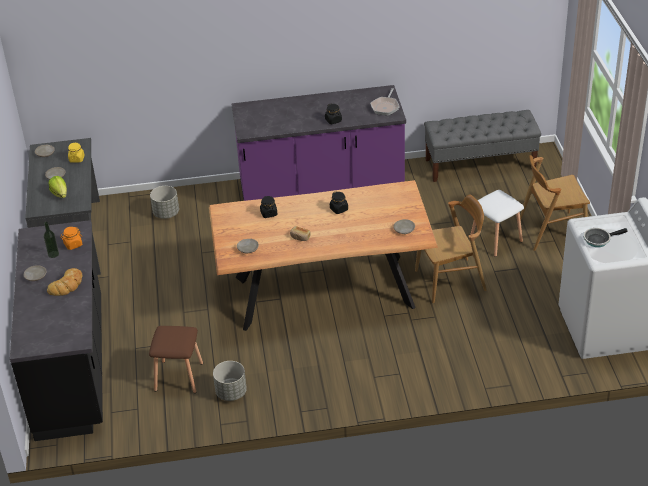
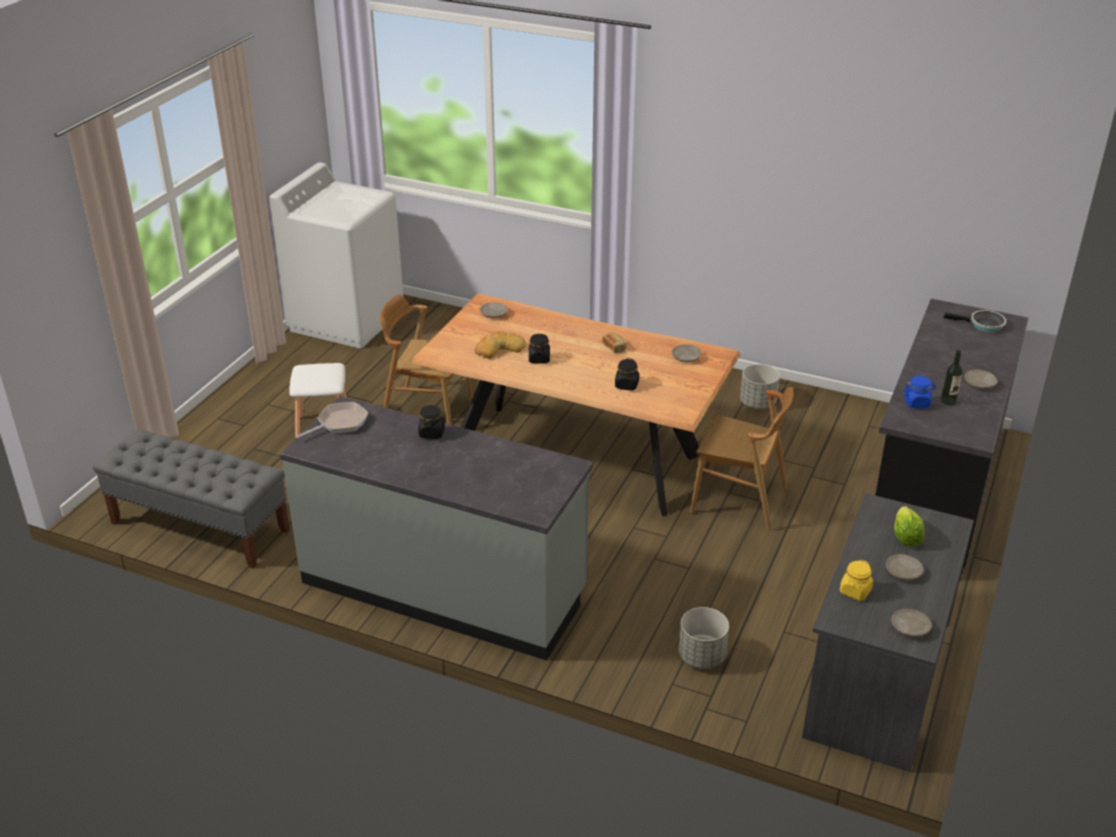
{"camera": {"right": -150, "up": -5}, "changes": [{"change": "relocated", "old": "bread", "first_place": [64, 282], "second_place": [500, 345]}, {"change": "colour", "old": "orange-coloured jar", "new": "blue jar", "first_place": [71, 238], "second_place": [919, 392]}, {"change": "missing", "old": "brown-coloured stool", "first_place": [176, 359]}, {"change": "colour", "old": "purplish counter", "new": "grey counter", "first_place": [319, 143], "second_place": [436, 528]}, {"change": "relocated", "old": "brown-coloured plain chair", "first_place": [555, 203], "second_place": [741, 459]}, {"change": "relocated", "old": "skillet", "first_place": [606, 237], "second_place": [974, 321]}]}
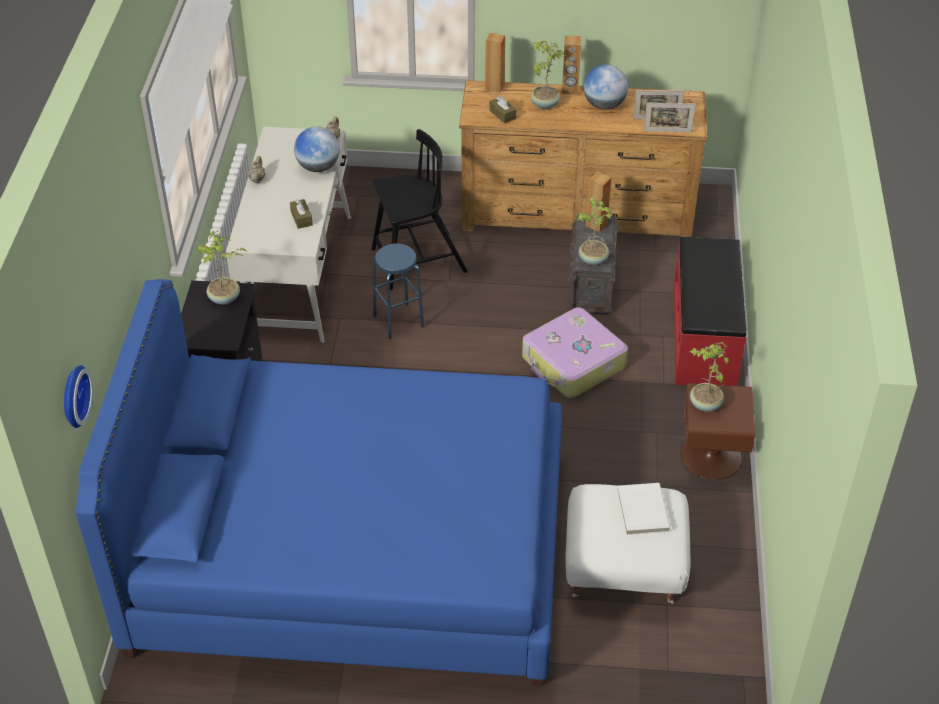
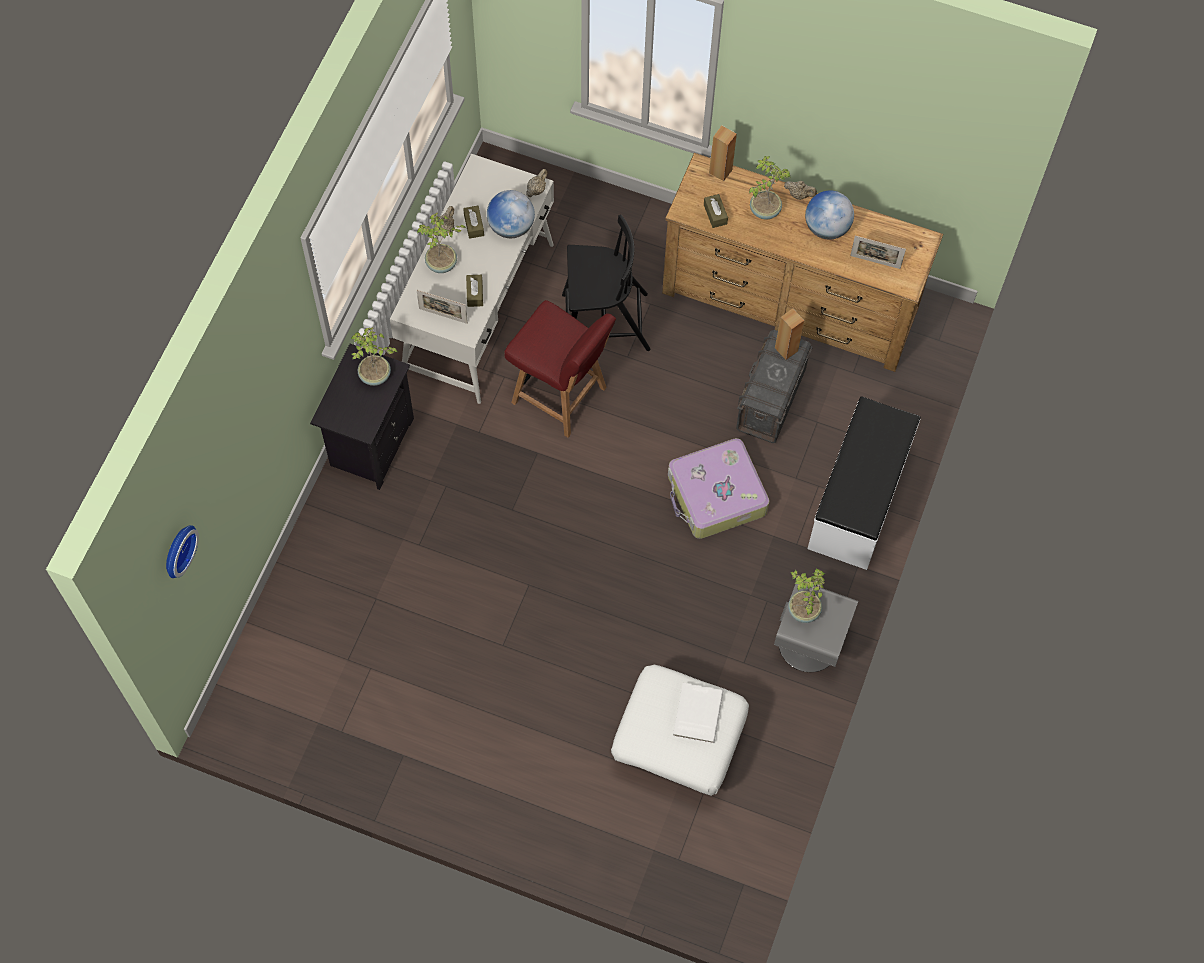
{"camera": {"right": 15, "up": 20}, "changes": [{"change": "missing", "old": "blue bed", "first_place": [318, 482]}, {"change": "exchanged", "old": "blue stool", "new": "red plain chair", "first_place": [398, 291], "second_place": [560, 368]}, {"change": "exchanged", "old": "brown-coloured audio speaker", "new": "beige-coloured teapot", "first_place": [571, 65], "second_place": [800, 190]}, {"change": "relocated", "old": "houseplant", "first_place": [597, 230], "second_place": [441, 243]}, {"change": "relocated", "old": "photo frame", "first_place": [670, 117], "second_place": [442, 307]}, {"change": "colour", "old": "red long seat", "new": "white long seat", "first_place": [709, 311], "second_place": [863, 483]}, {"change": "colour", "old": "brown-coloured night table", "new": "grey night table", "first_place": [717, 431], "second_place": [816, 628]}, {"change": "appeared", "new": "brown-coloured box of tissues", "second_place": [473, 222]}]}
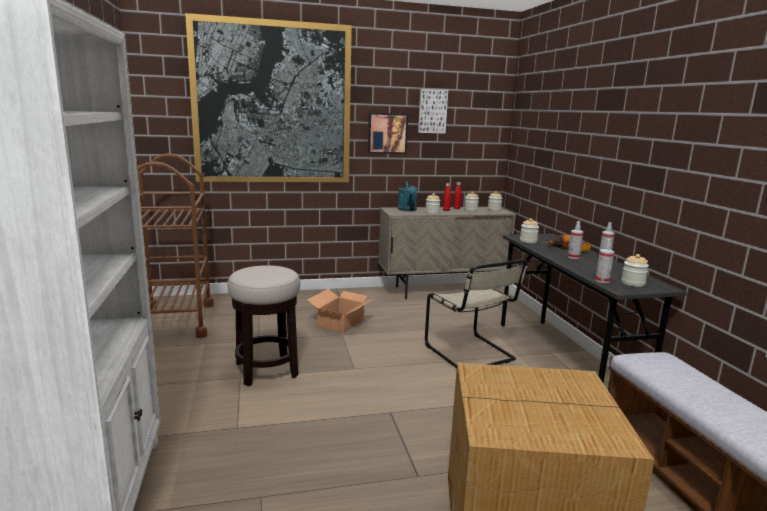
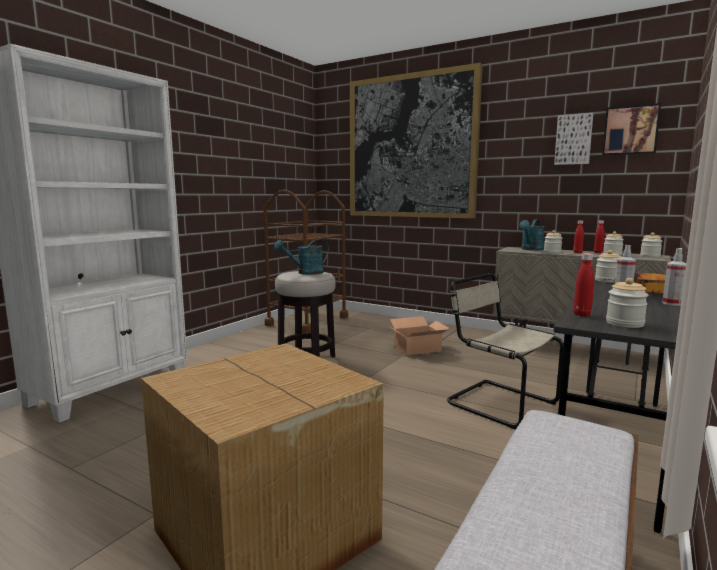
{"camera": {"right": 45, "up": -5}, "changes": [{"change": "relocated", "old": "picture", "first_place": [388, 133], "second_place": [631, 129]}, {"change": "spun", "old": "beige-coloured plain chair", "first_place": [476, 313], "second_place": [505, 351], "degrees": 120}, {"change": "exchanged", "old": "hand sprayer", "new": "red beverage bottle", "first_place": [604, 261], "second_place": [583, 285]}, {"change": "appeared", "new": "turquoise sprinkling can", "second_place": [301, 257]}]}
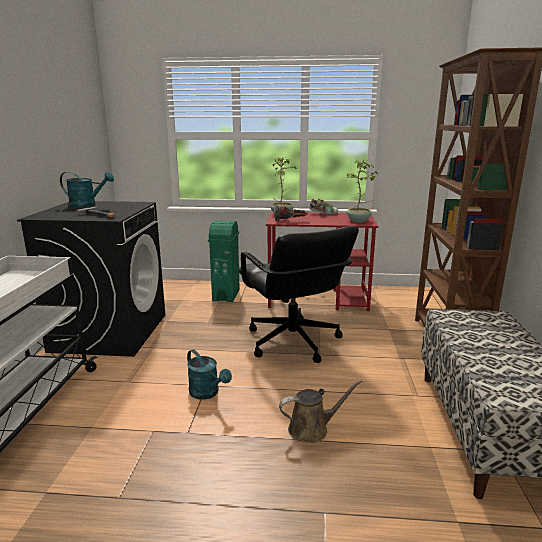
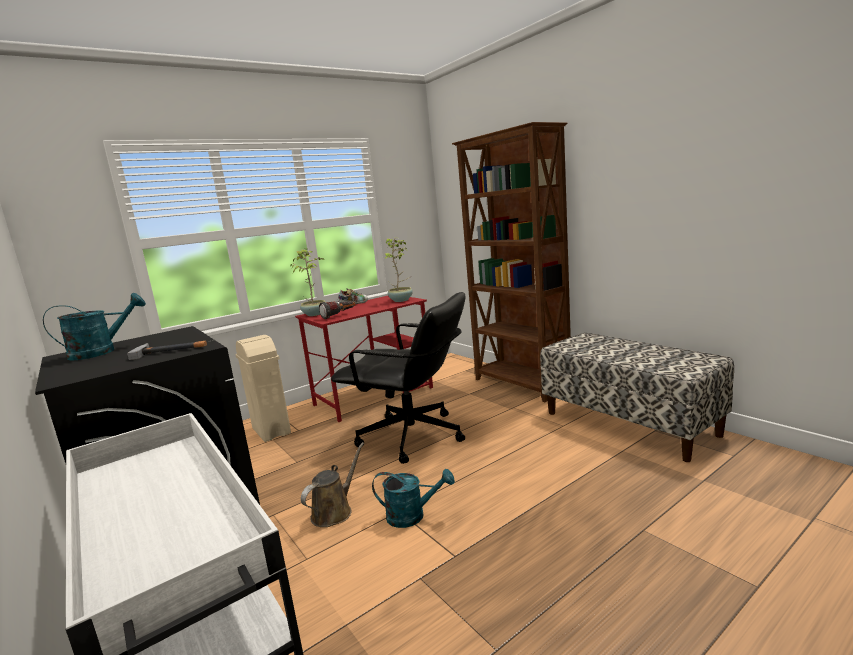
{"camera": {"right": -40, "up": -5}, "changes": [{"change": "colour", "old": "green waste bin", "new": "beige-coloured waste bin", "first_place": [224, 261], "second_place": [263, 388]}, {"change": "relocated", "old": "brown-coloured sprinkling can", "first_place": [321, 411], "second_place": [332, 484]}]}
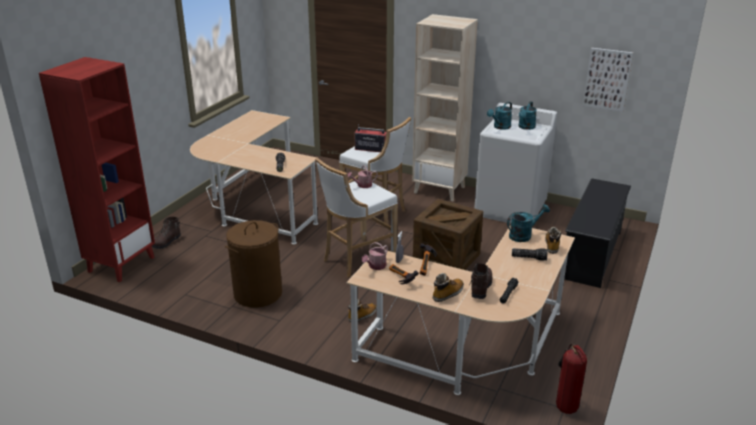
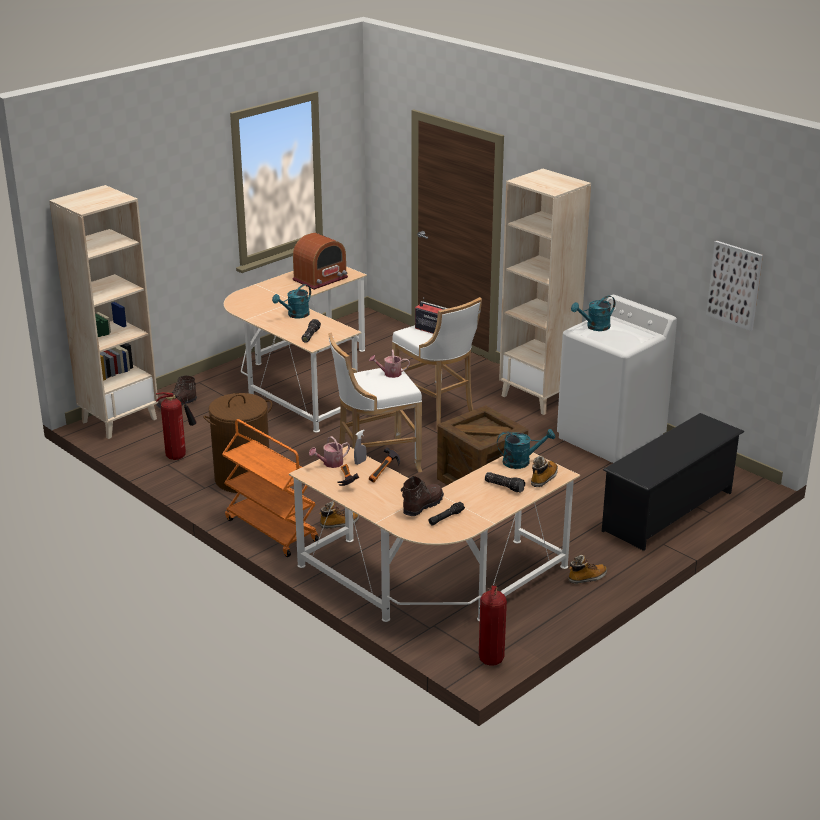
{"camera": {"right": 20, "up": 0}, "changes": [{"change": "colour", "old": "red shelving unit", "new": "beige-coloured shelving unit", "first_place": [97, 169], "second_place": [103, 312]}, {"change": "relocated", "old": "high-top boot", "first_place": [448, 287], "second_place": [587, 569]}, {"change": "relocated", "old": "turquoise sprinkling can", "first_place": [527, 115], "second_place": [291, 301]}, {"change": "appeared", "new": "fire-fighting cylinder", "second_place": [176, 426]}, {"change": "appeared", "new": "orange-coloured wheeled cart", "second_place": [270, 488]}, {"change": "appeared", "new": "radio set", "second_place": [320, 261]}]}
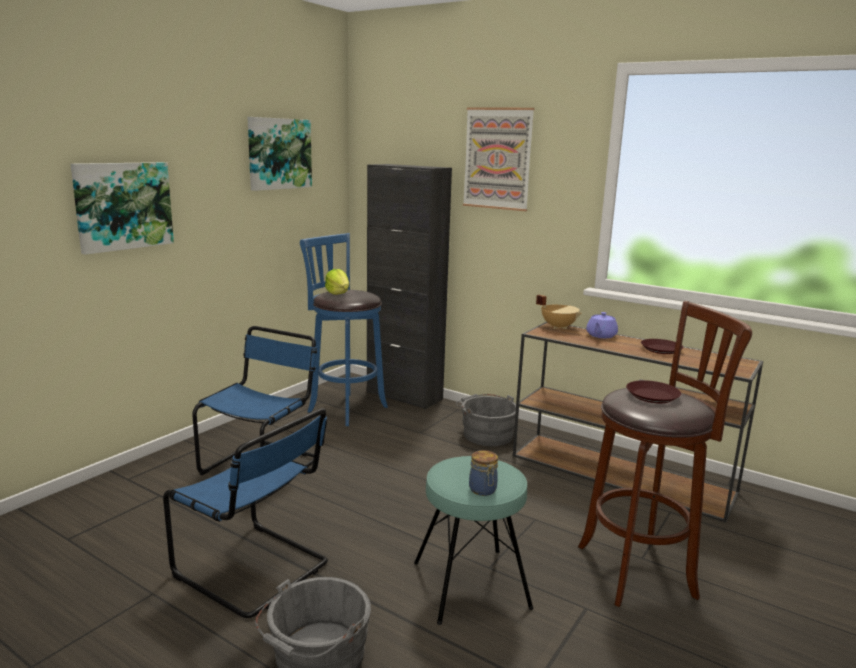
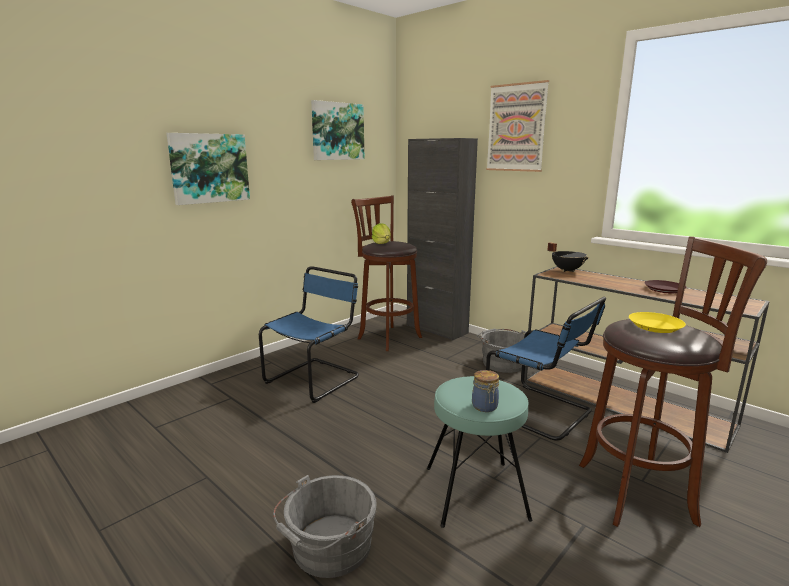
{"camera": {"right": 10, "up": 0}, "changes": [{"change": "relocated", "old": "blue plain chair", "first_place": [245, 513], "second_place": [546, 369]}, {"change": "colour", "old": "blue stool", "new": "brown-coloured stool", "first_place": [344, 329], "second_place": [386, 273]}, {"change": "colour", "old": "beige-coloured saucepot", "new": "black-coloured saucepot", "first_place": [559, 312], "second_place": [568, 257]}, {"change": "missing", "old": "purplish teapot", "first_place": [602, 325]}, {"change": "colour", "old": "brown-coloured plate", "new": "yellow plate", "first_place": [653, 391], "second_place": [657, 322]}]}
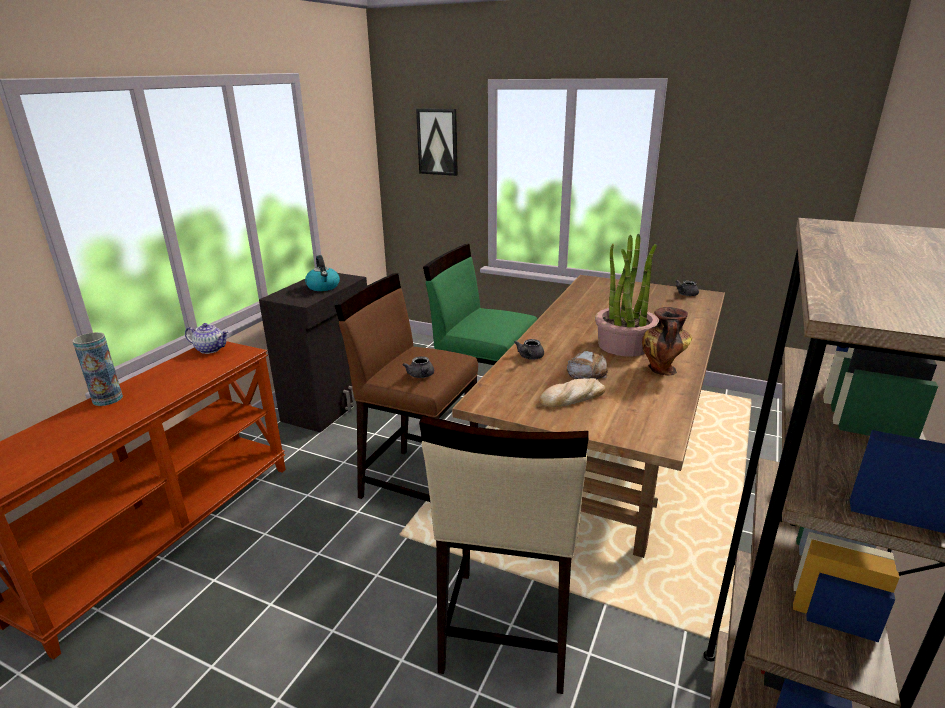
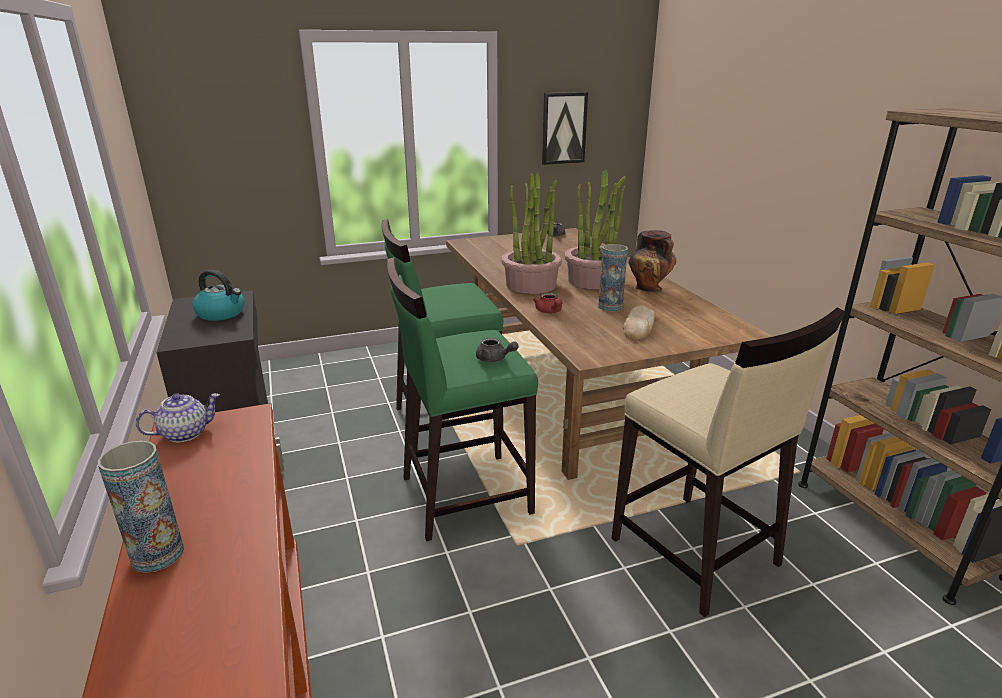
{"camera": {"right": -45, "up": 0}, "changes": [{"change": "colour", "old": "brown-coloured stool", "new": "green stool", "first_place": [406, 387], "second_place": [462, 399]}, {"change": "relocated", "old": "picture", "first_place": [437, 142], "second_place": [565, 128]}, {"change": "colour", "old": "grey teapot", "new": "red teapot", "first_place": [529, 349], "second_place": [547, 303]}, {"change": "exchanged", "old": "bread", "new": "vase", "first_place": [587, 365], "second_place": [613, 277]}, {"change": "appeared", "new": "houseplant", "second_place": [531, 233]}]}
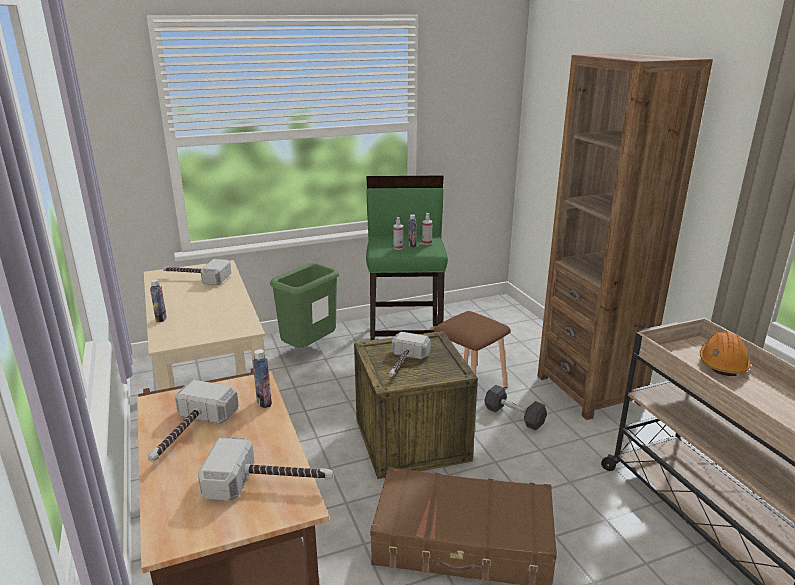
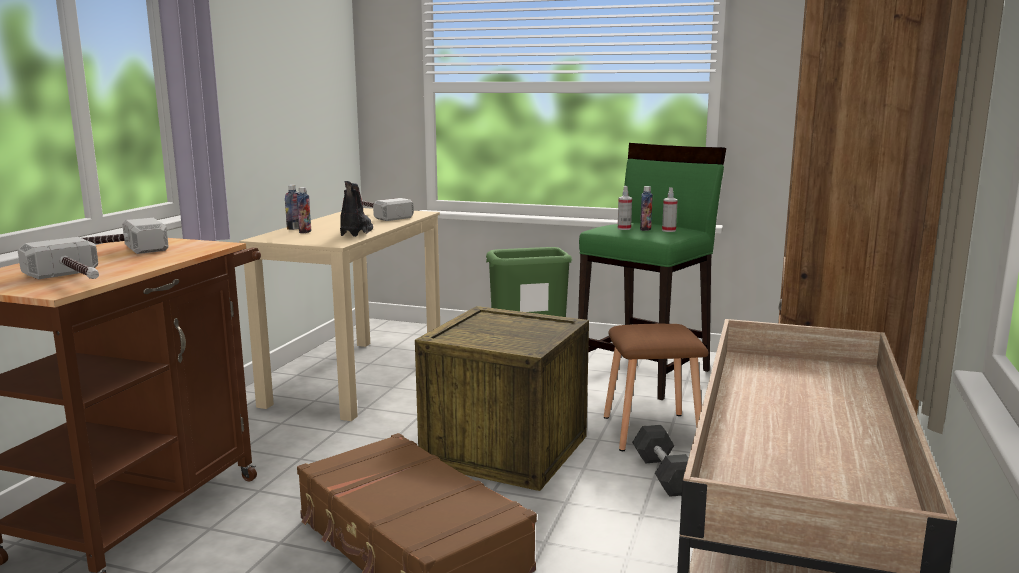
{"camera": {"right": 40, "up": -10}, "changes": [{"change": "relocated", "old": "beverage bottle", "first_place": [262, 378], "second_place": [304, 210]}, {"change": "missing", "old": "tool hammer", "first_place": [410, 354]}, {"change": "missing", "old": "orange-coloured hard hat", "first_place": [724, 353]}, {"change": "appeared", "new": "high-top boot", "second_place": [356, 209]}]}
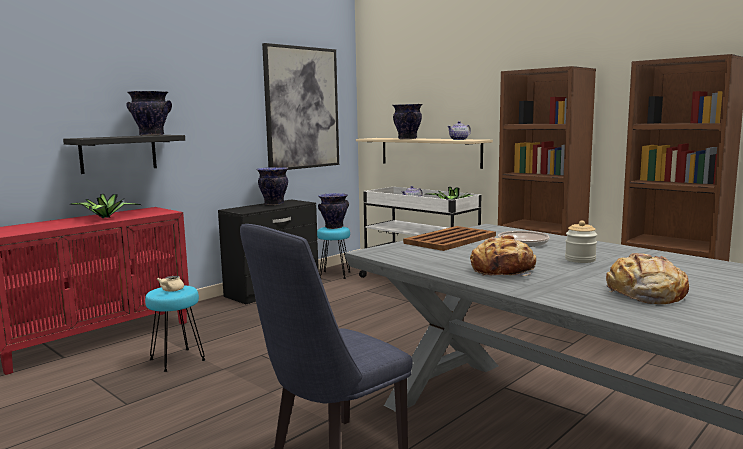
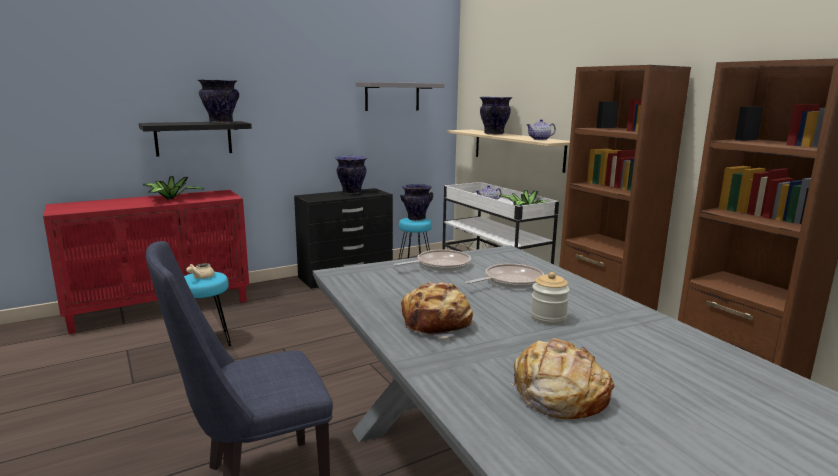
{"camera": {"right": 15, "up": 5}, "changes": [{"change": "exchanged", "old": "picture", "new": "grey bracket shelf", "first_place": [300, 106], "second_place": [400, 96]}, {"change": "exchanged", "old": "brown-coloured tray", "new": "skillet", "first_place": [449, 238], "second_place": [432, 260]}]}
